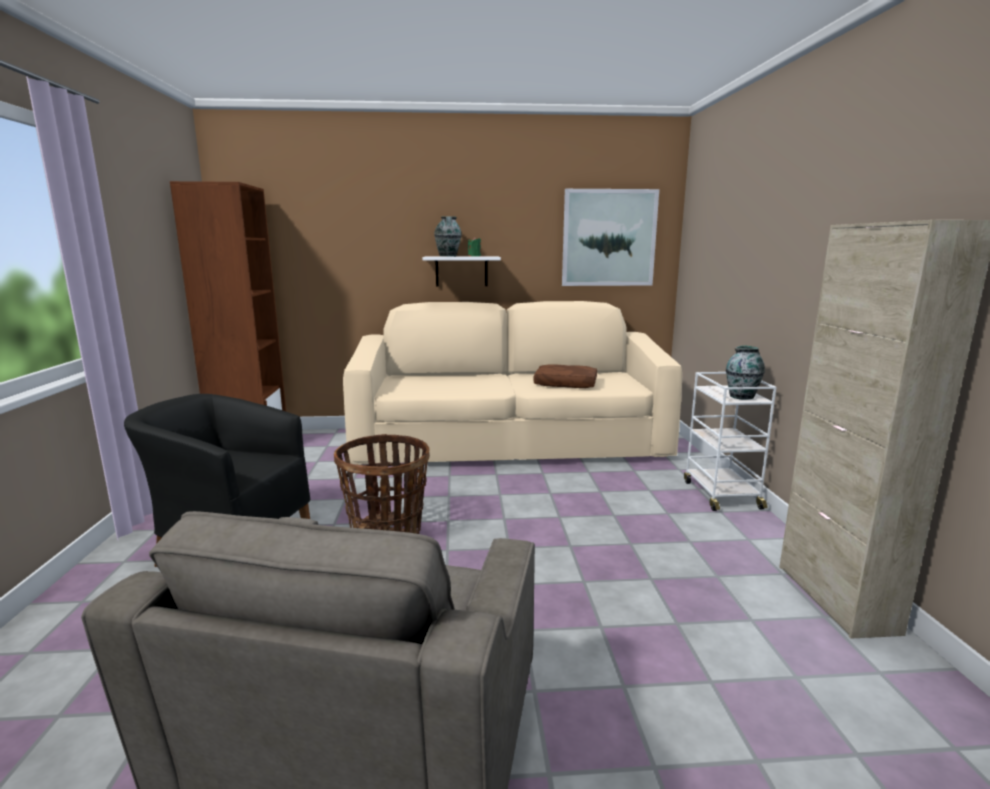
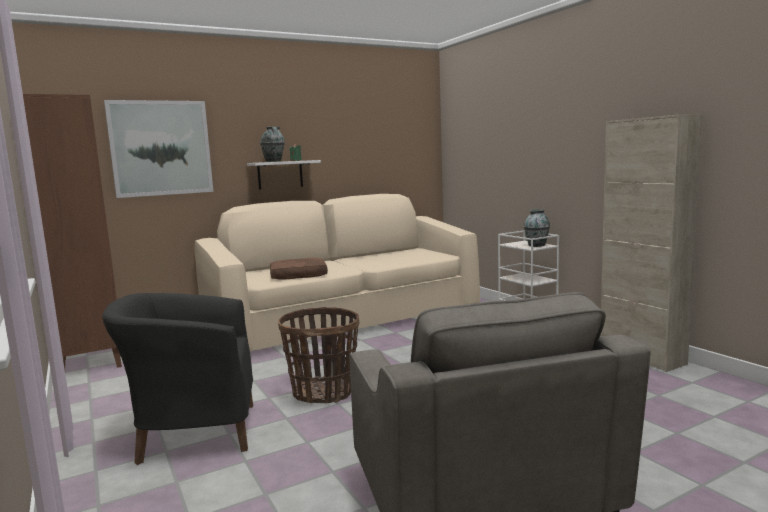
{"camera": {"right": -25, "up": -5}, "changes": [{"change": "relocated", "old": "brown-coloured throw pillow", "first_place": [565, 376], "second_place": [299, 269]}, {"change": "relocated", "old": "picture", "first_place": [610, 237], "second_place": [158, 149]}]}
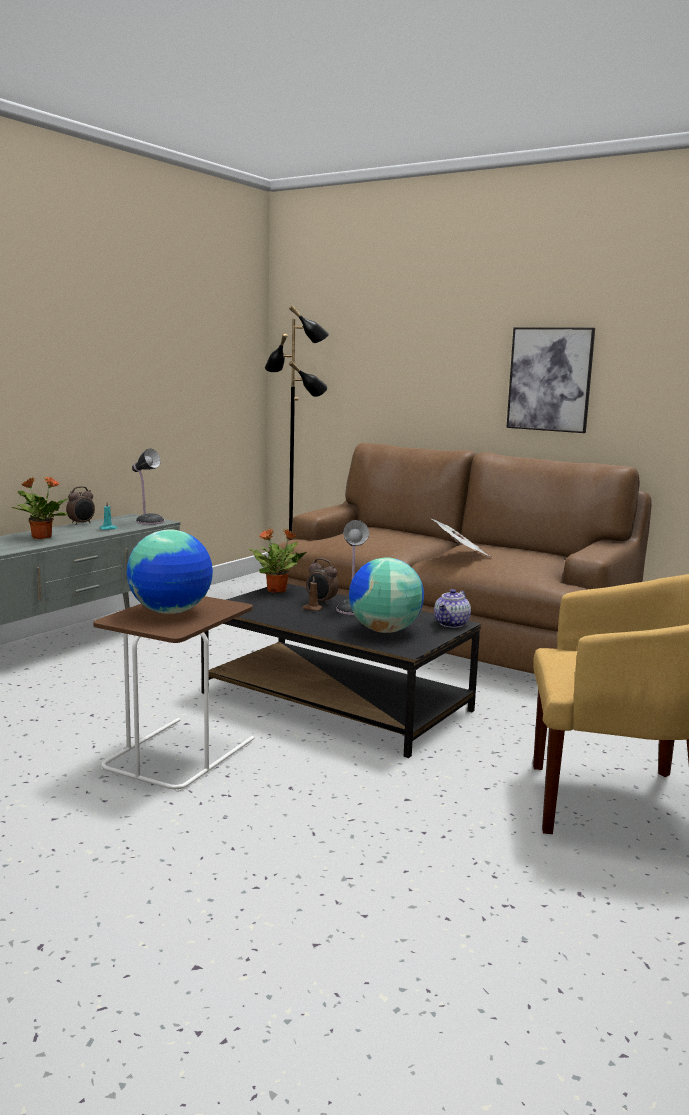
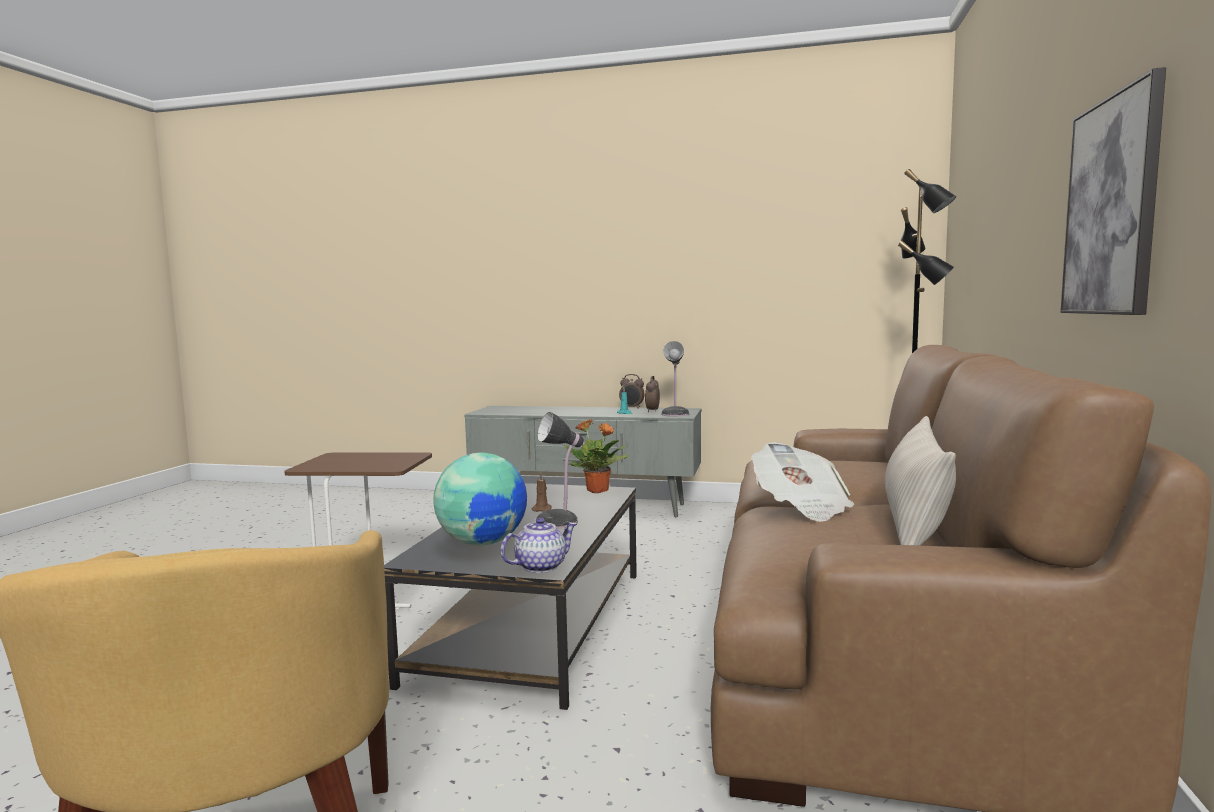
{"camera": {"right": 70, "up": -5}, "changes": [{"change": "missing", "old": "houseplant", "first_place": [39, 508]}, {"change": "missing", "old": "desk globe", "first_place": [170, 571]}, {"change": "relocated", "old": "bedside clock", "first_place": [322, 581], "second_place": [652, 394]}, {"change": "spun", "old": "teapot", "first_place": [452, 608], "second_place": [538, 545], "degrees": 135}, {"change": "appeared", "new": "beige-coloured throw pillow", "second_place": [920, 481]}]}
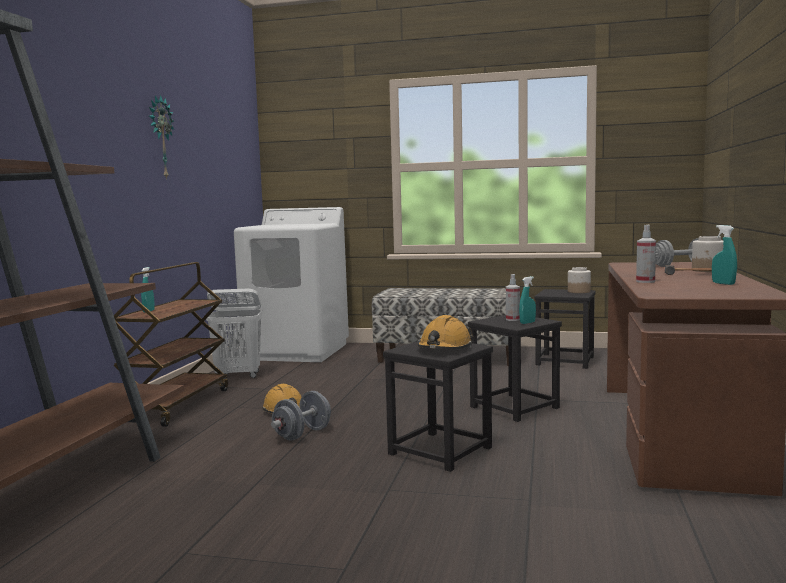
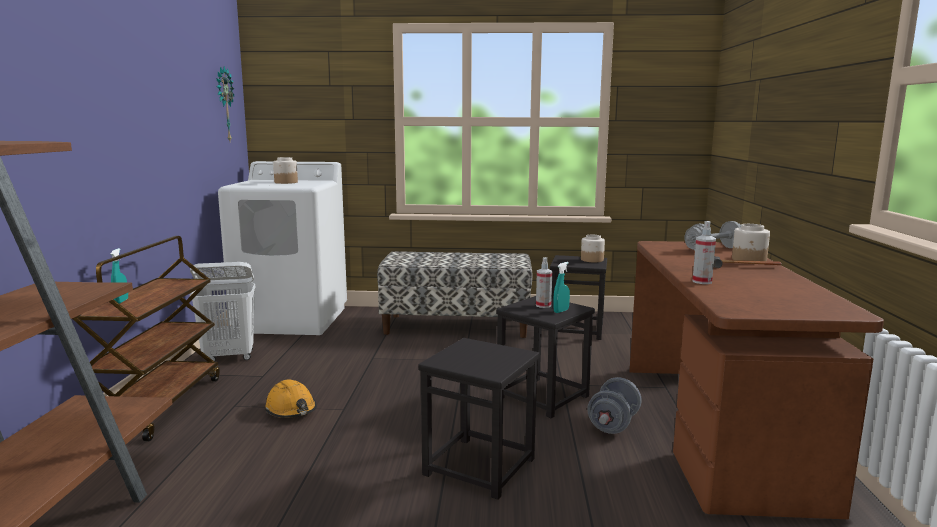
{"camera": {"right": -10, "up": 5}, "changes": [{"change": "relocated", "old": "wall clock", "first_place": [161, 137], "second_place": [225, 103]}, {"change": "relocated", "old": "grey hand weight", "first_place": [301, 416], "second_place": [614, 405]}, {"change": "missing", "old": "orange-coloured hard hat", "first_place": [445, 332]}, {"change": "missing", "old": "turquoise hand sprayer", "first_place": [724, 255]}, {"change": "appeared", "new": "jar", "second_place": [285, 170]}]}
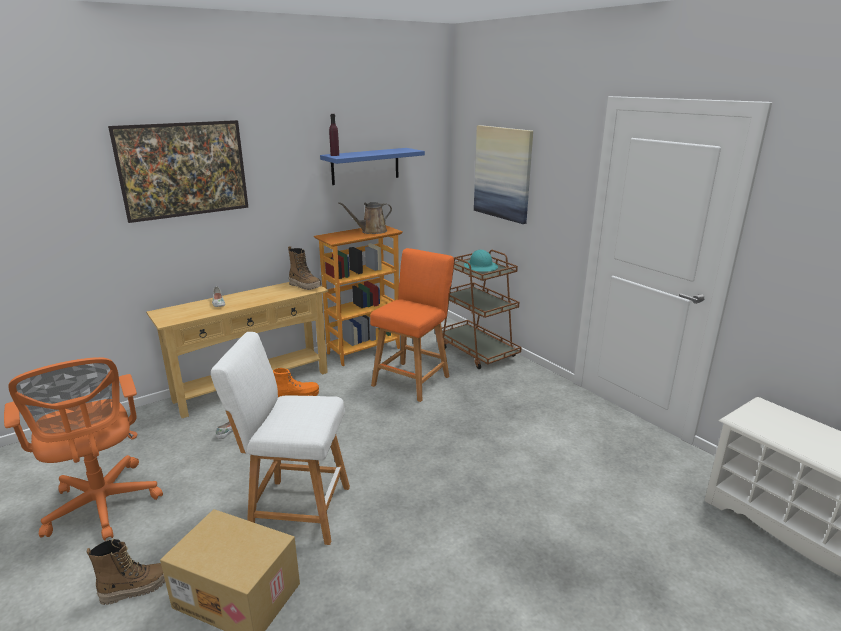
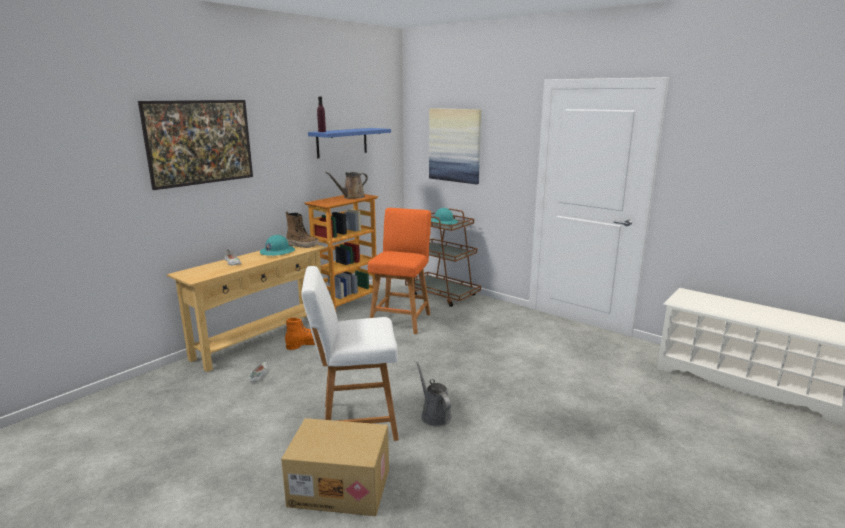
{"camera": {"right": -15, "up": -5}, "changes": [{"change": "missing", "old": "orange-coloured office chair", "first_place": [83, 449]}, {"change": "missing", "old": "high-top boot", "first_place": [126, 572]}, {"change": "appeared", "new": "turquoise hard hat", "second_place": [277, 245]}, {"change": "appeared", "new": "grey sprinkling can", "second_place": [434, 394]}]}
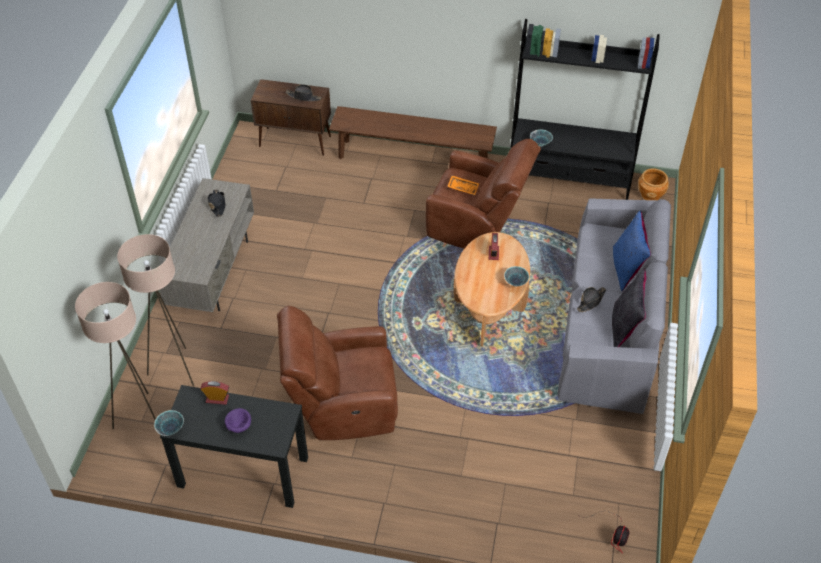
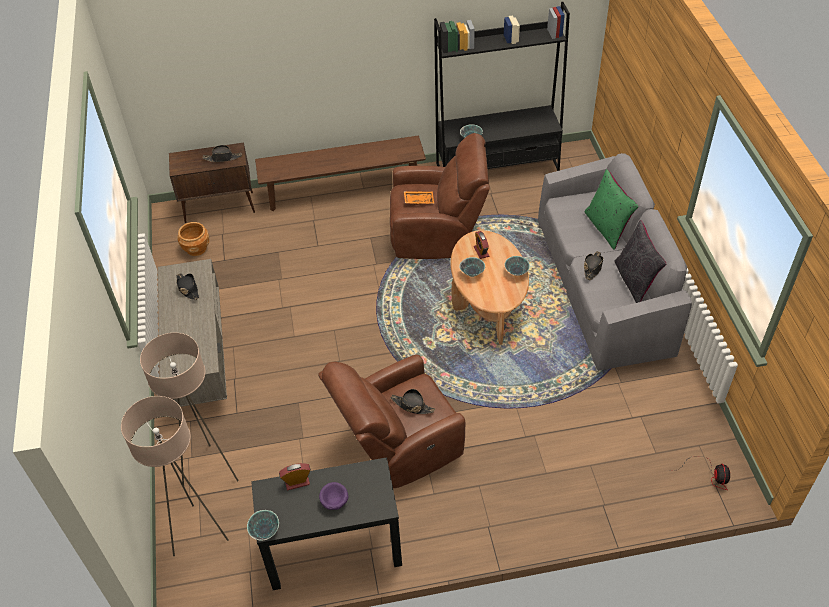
{"camera": {"right": -20, "up": 0}, "changes": [{"change": "colour", "old": "blue throw pillow", "new": "green throw pillow", "first_place": [632, 250], "second_place": [611, 209]}, {"change": "relocated", "old": "brown-coloured plant pot", "first_place": [653, 184], "second_place": [194, 239]}, {"change": "appeared", "new": "black-coloured clothing hat", "second_place": [413, 401]}, {"change": "appeared", "new": "deep dish", "second_place": [472, 267]}]}
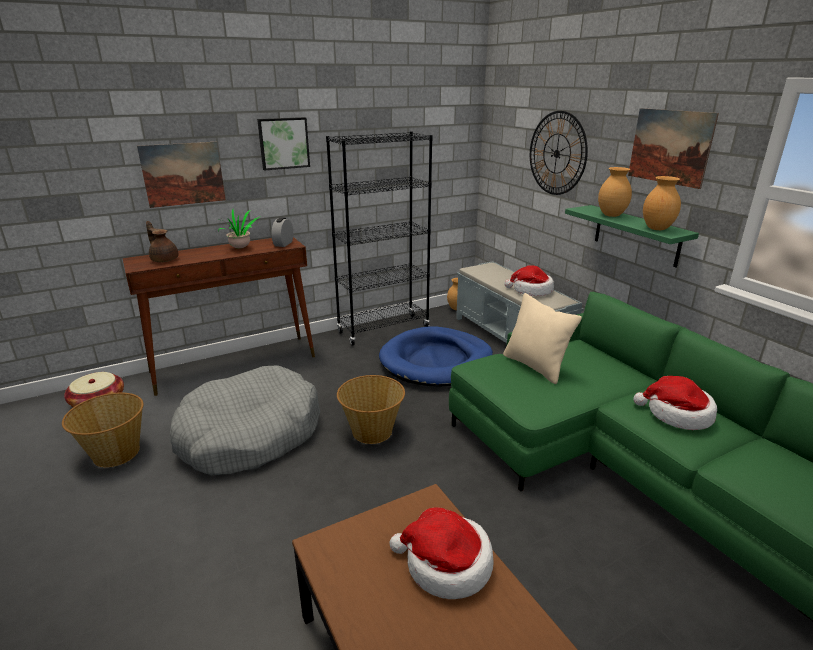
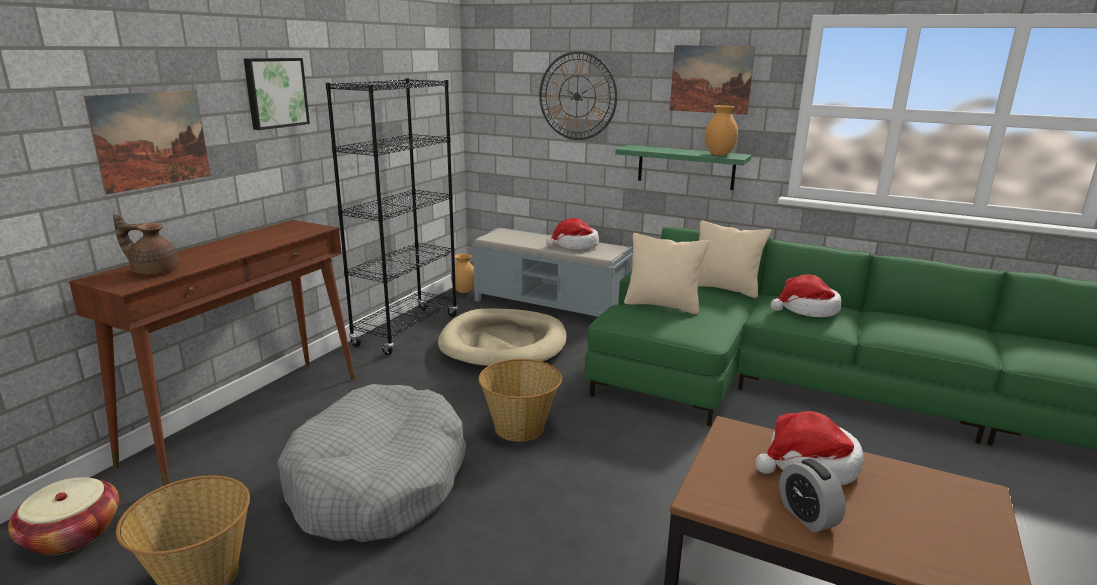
{"camera": {"right": -35, "up": -5}, "changes": [{"change": "missing", "old": "houseplant", "first_place": [239, 229]}, {"change": "relocated", "old": "bedside clock", "first_place": [282, 232], "second_place": [812, 495]}, {"change": "colour", "old": "blue dog cushion", "new": "beige-coloured dog cushion", "first_place": [436, 356], "second_place": [502, 339]}, {"change": "missing", "old": "brown-coloured vase", "first_place": [615, 192]}, {"change": "appeared", "new": "beige-coloured throw pillow", "second_place": [734, 259]}]}
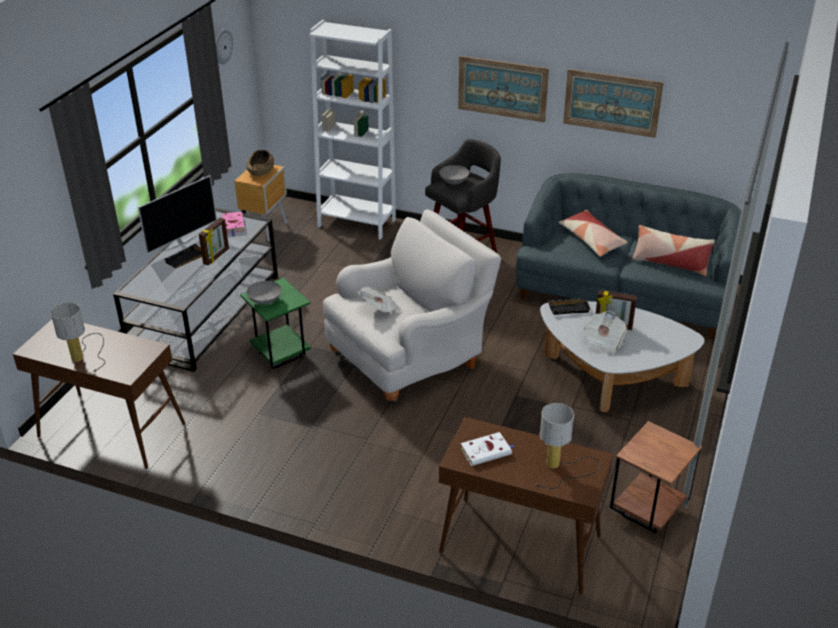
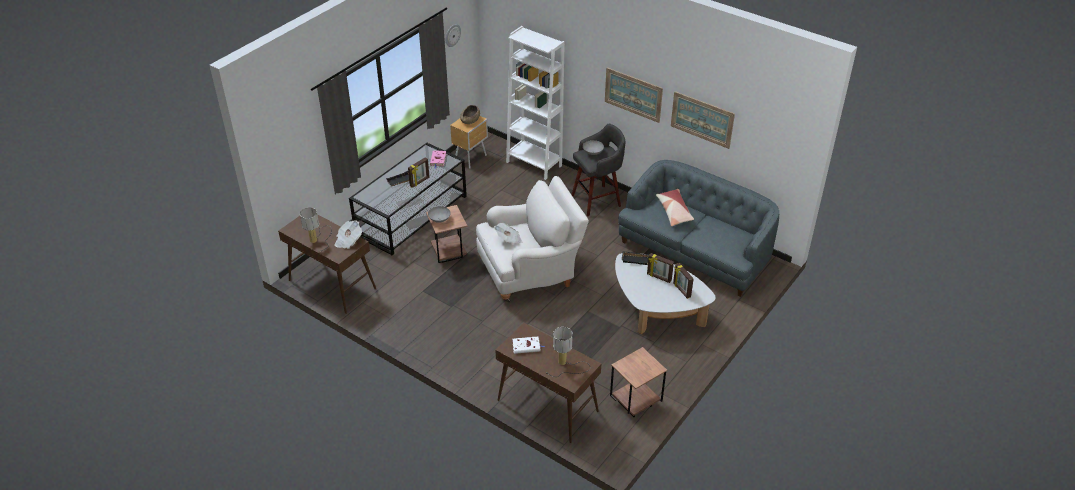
{"camera": {"right": 15, "up": 5}, "changes": [{"change": "missing", "old": "television", "first_place": [177, 214]}, {"change": "colour", "old": "green side table", "new": "brown-coloured side table", "first_place": [275, 323], "second_place": [447, 234]}, {"change": "relocated", "old": "daily paper", "first_place": [605, 332], "second_place": [348, 234]}, {"change": "missing", "old": "throw pillow", "first_place": [674, 250]}, {"change": "appeared", "new": "photo frame", "second_place": [683, 281]}]}
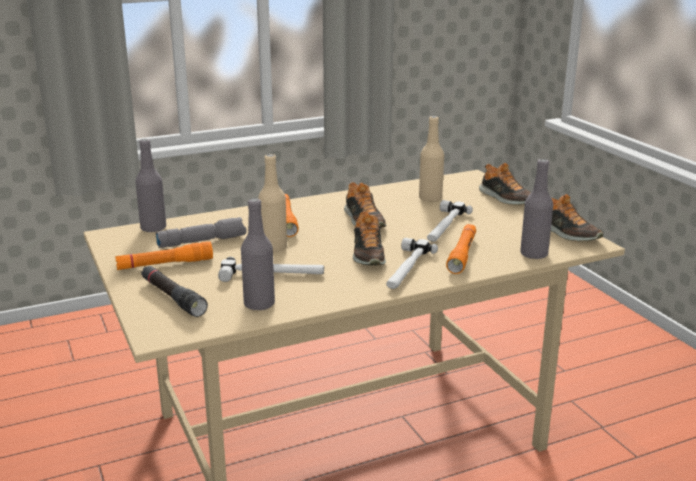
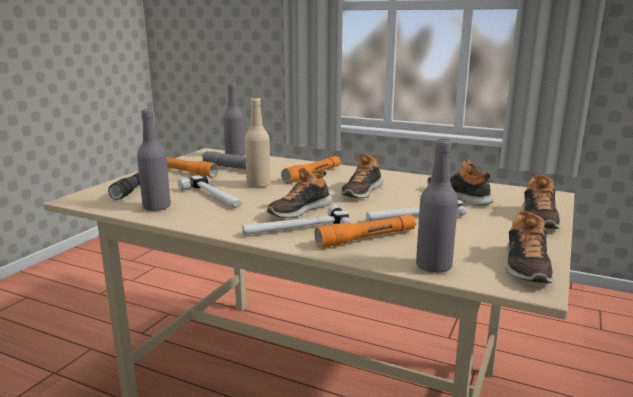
{"camera": {"right": 50, "up": -5}, "changes": [{"change": "exchanged", "old": "beige-coloured beverage bottle", "new": "low shoe", "first_place": [431, 159], "second_place": [460, 182]}]}
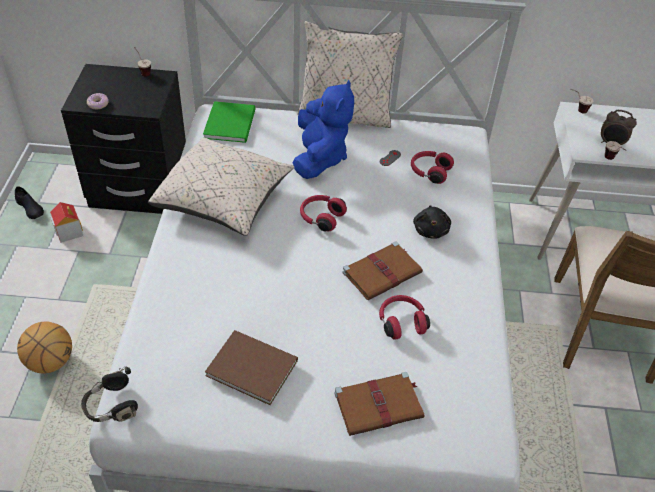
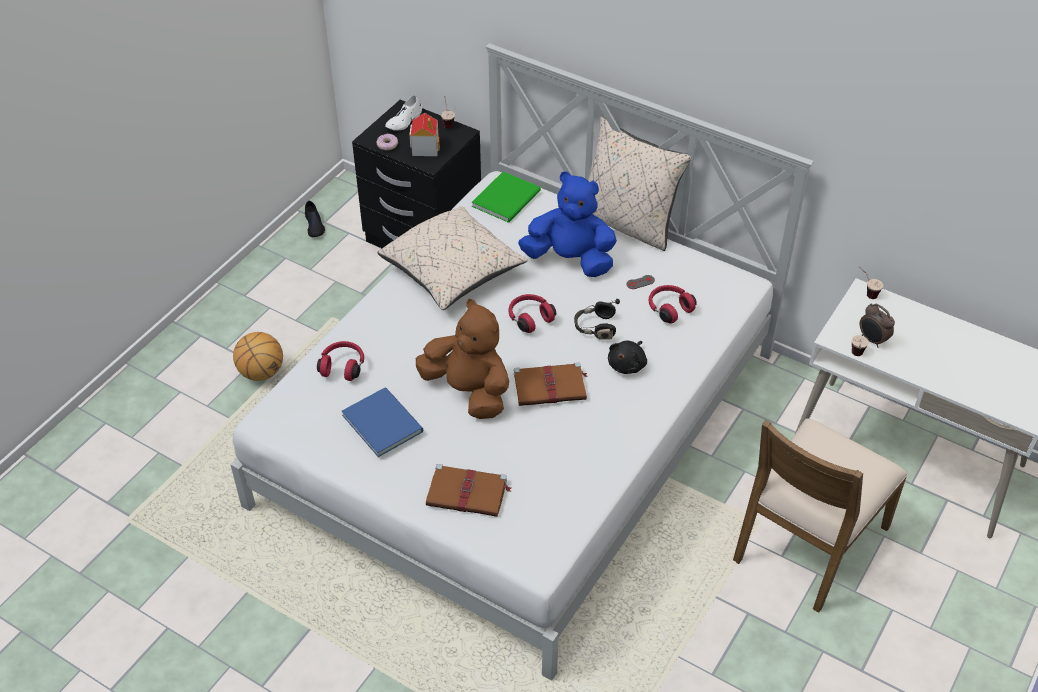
{"camera": {"right": 30, "up": 0}, "changes": [{"change": "relocated", "old": "toy house", "first_place": [66, 222], "second_place": [425, 134]}, {"change": "relocated", "old": "black-coloured headset", "first_place": [109, 394], "second_place": [597, 319]}, {"change": "colour", "old": "brown-coloured book", "new": "blue book", "first_place": [251, 367], "second_place": [382, 422]}, {"change": "spun", "old": "blue soft toy", "first_place": [323, 129], "second_place": [567, 224], "degrees": -105}, {"change": "relocated", "old": "red headset", "first_place": [404, 317], "second_place": [340, 361]}, {"change": "appeared", "new": "white low shoe", "second_place": [403, 113]}, {"change": "appeared", "new": "brown-coloured soft toy", "second_place": [462, 359]}]}
